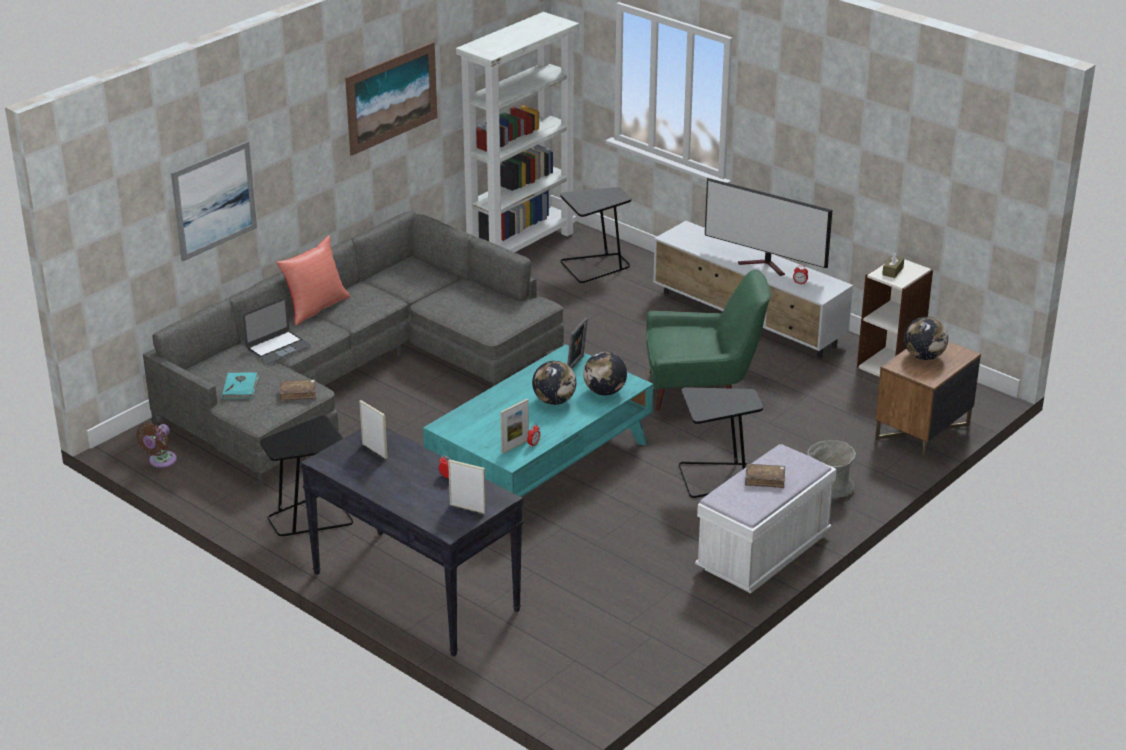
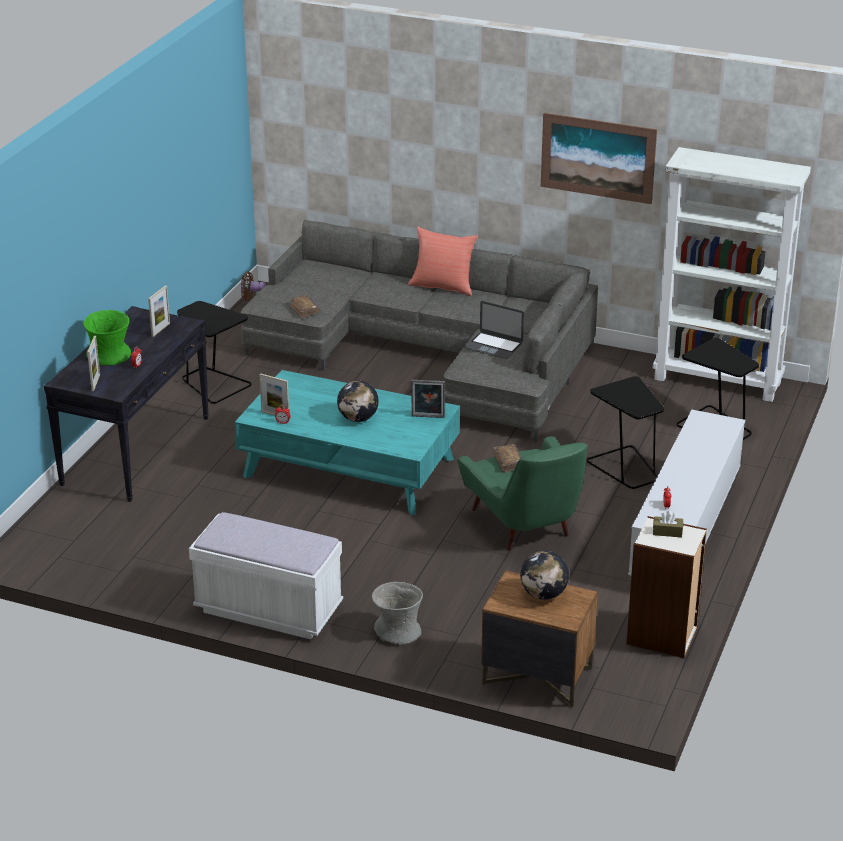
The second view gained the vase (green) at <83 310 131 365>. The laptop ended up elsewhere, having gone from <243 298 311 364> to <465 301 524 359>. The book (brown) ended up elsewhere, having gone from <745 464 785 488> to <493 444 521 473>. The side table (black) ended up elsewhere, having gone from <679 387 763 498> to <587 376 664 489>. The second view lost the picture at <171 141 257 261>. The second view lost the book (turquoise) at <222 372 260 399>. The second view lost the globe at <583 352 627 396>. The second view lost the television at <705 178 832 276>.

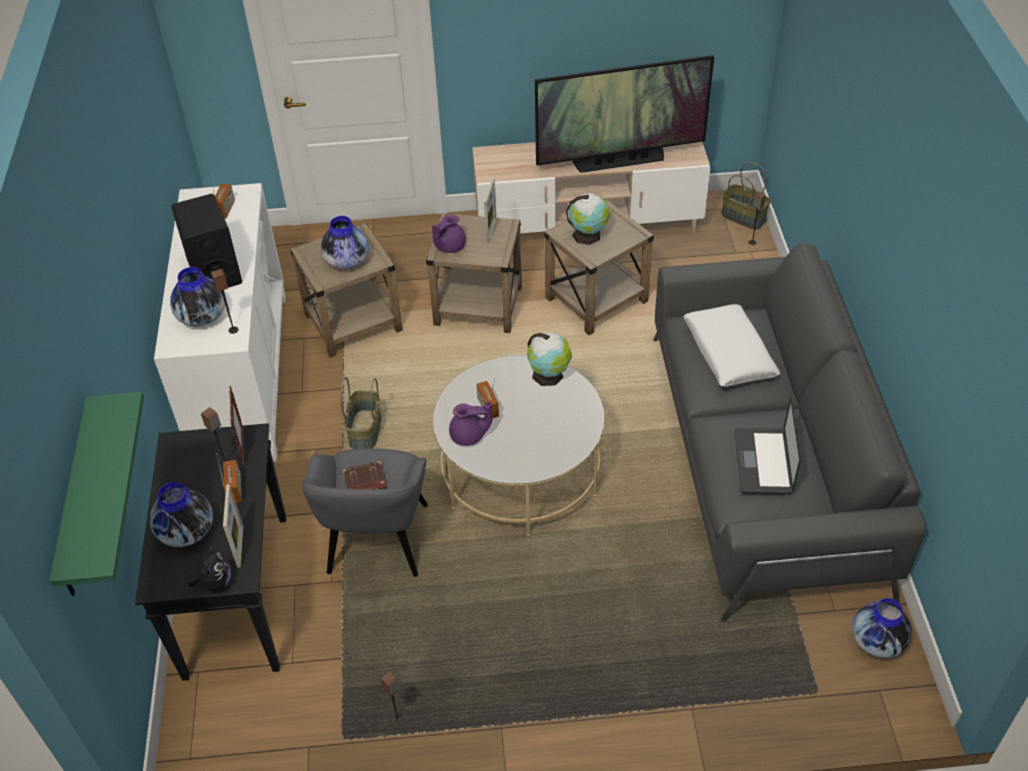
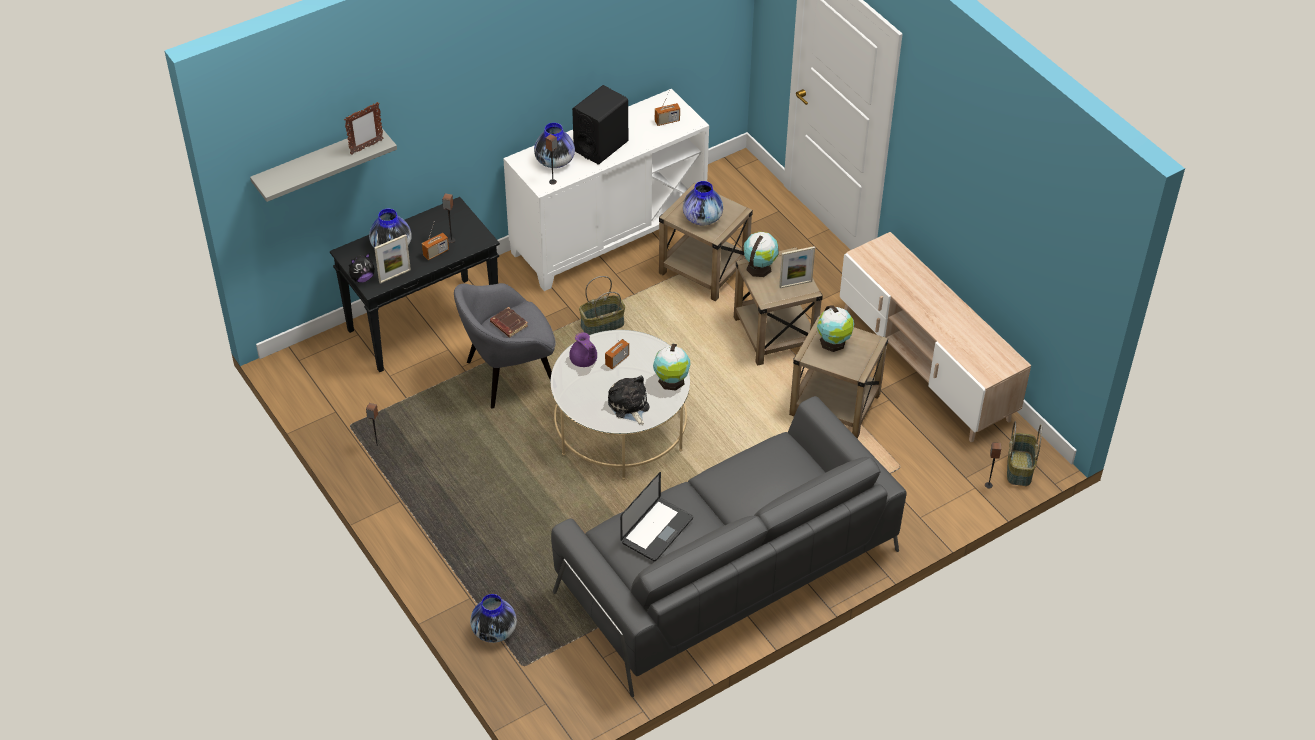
What was the shelf (green) at <49 392 144 596> turned into the shelf (grey) at <250 126 397 202>. The picture frame ended up elsewhere, having gone from <229 386 245 464> to <344 102 384 154>. The vase ended up elsewhere, having gone from <852 598 912 658> to <470 594 517 643>. The second view gained the plush toy at <608 376 650 425>. The laptop at <735 397 801 494> ended up facing another way, 150 degrees clockwise from before. Where the teapot (purple) stood at <432 214 466 253>, the globe came to stand at <744 232 779 277>. The second view lost the television at <535 55 714 173>. The second view lost the pillow (white) at <683 304 780 387>.

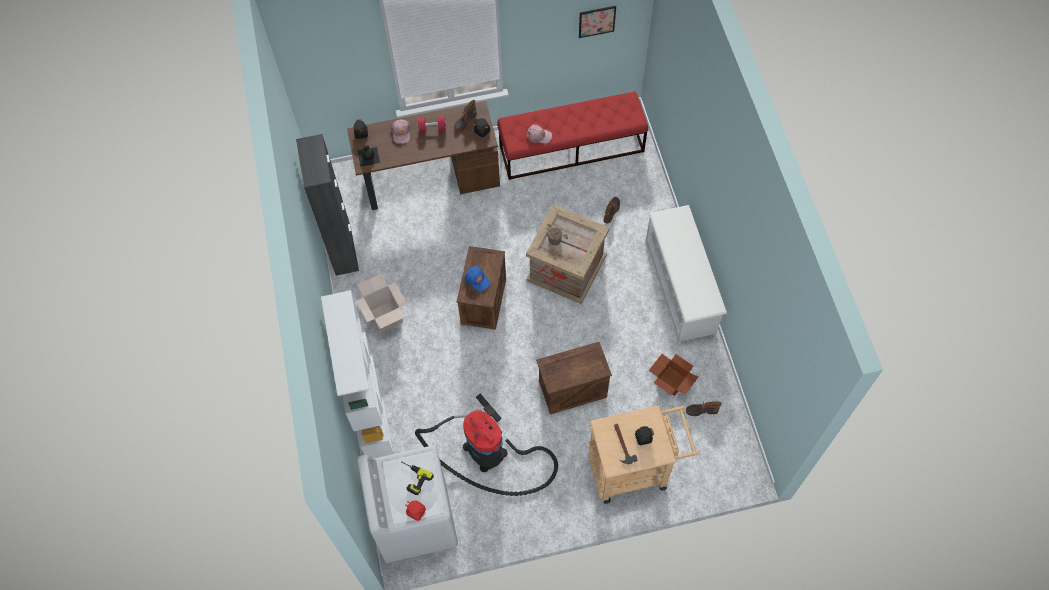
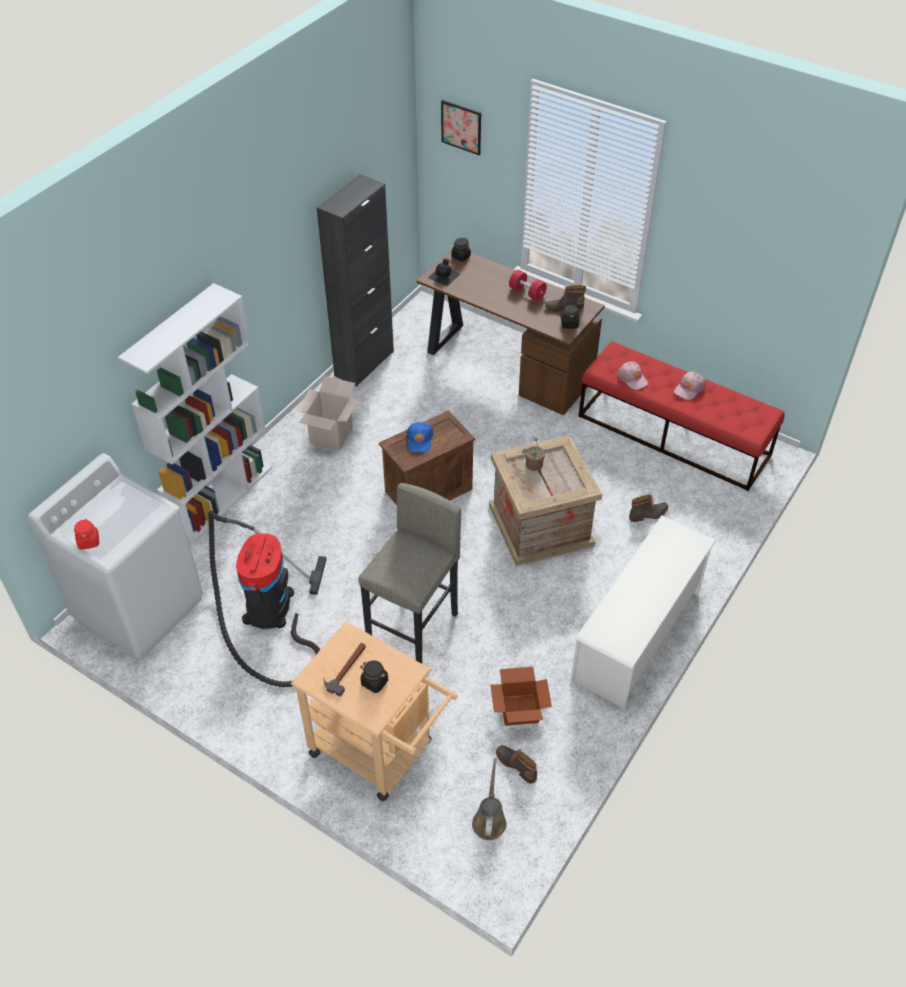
Where the crate stood at <536 342 612 414>, the stool (grey) came to stand at <358 483 461 664>. The picture ended up elsewhere, having gone from <579 6 616 38> to <441 100 481 155>. The second view gained the watering can (brown) at <472 758 507 840>. The cap (pink) ended up elsewhere, having gone from <391 119 411 144> to <674 372 706 400>. The second view lost the power drill at <401 461 434 495>.

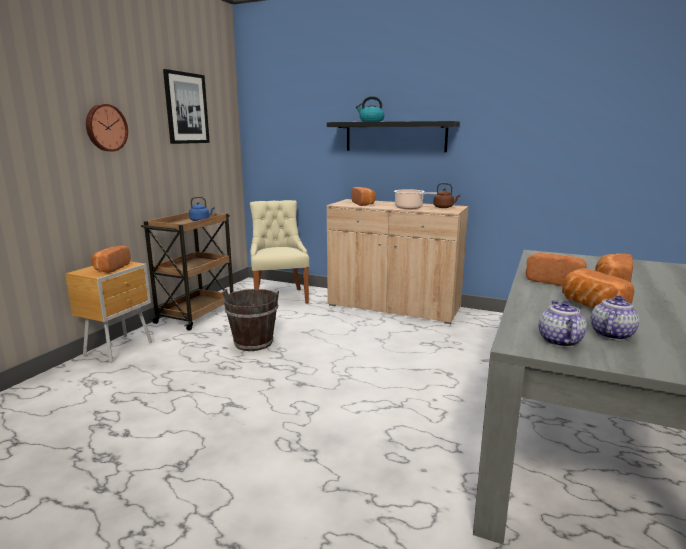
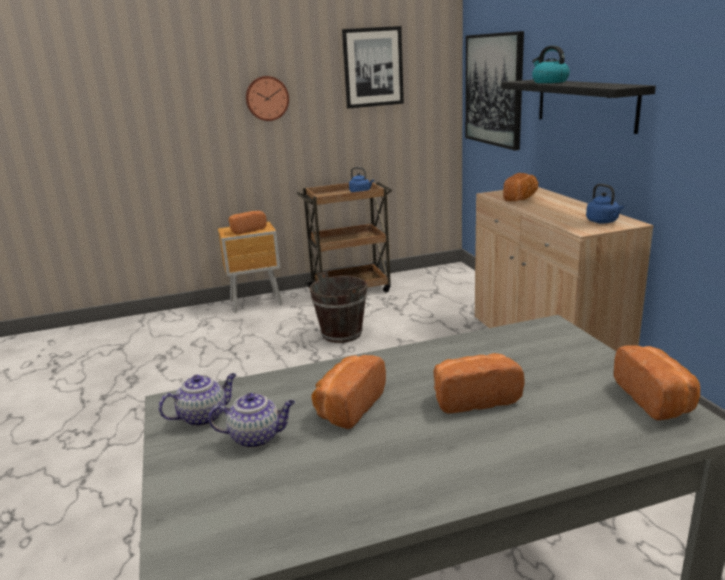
The second view gained the picture at <465 31 524 150>. What was the kettle (brown) at <433 183 460 208> turned into the kettle (blue) at <586 184 624 224>. The bread ended up elsewhere, having gone from <526 253 587 286> to <614 345 700 420>. The second view lost the chair (beige) at <250 200 309 304>. The second view lost the cooking pot at <394 189 437 209>.

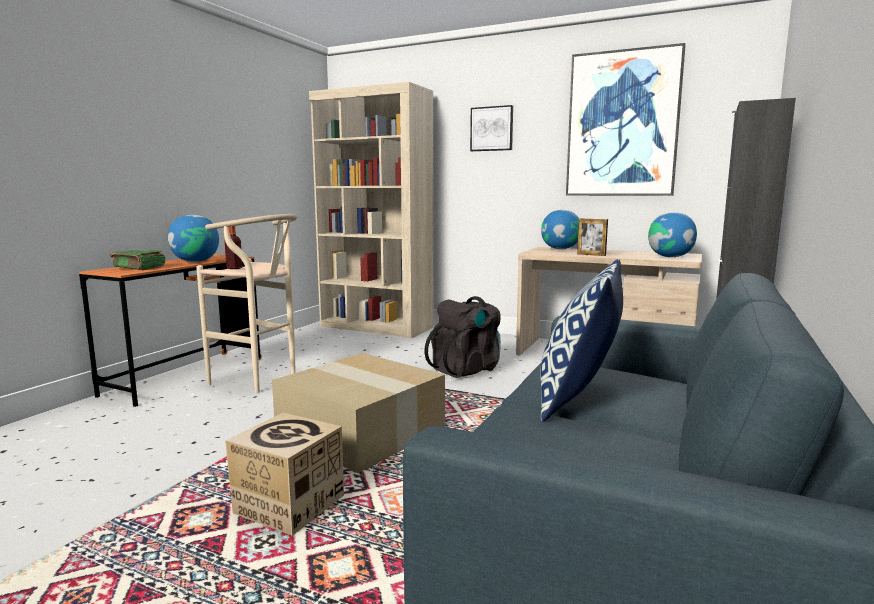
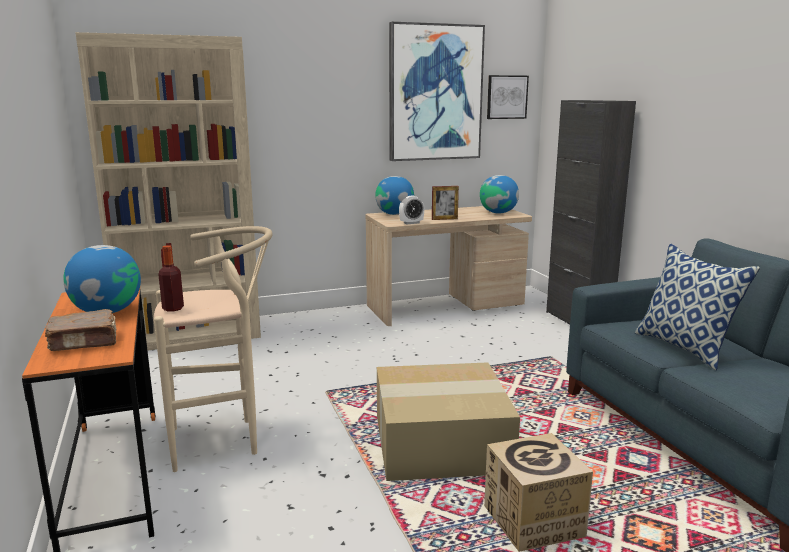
What was the book (green) at <110 250 165 270> turned into the book (brown) at <45 309 116 351>. The second view gained the alarm clock at <399 196 424 224>. The picture ended up elsewhere, having gone from <470 105 513 151> to <487 75 529 119>. The second view lost the backpack (black) at <424 296 501 378>.

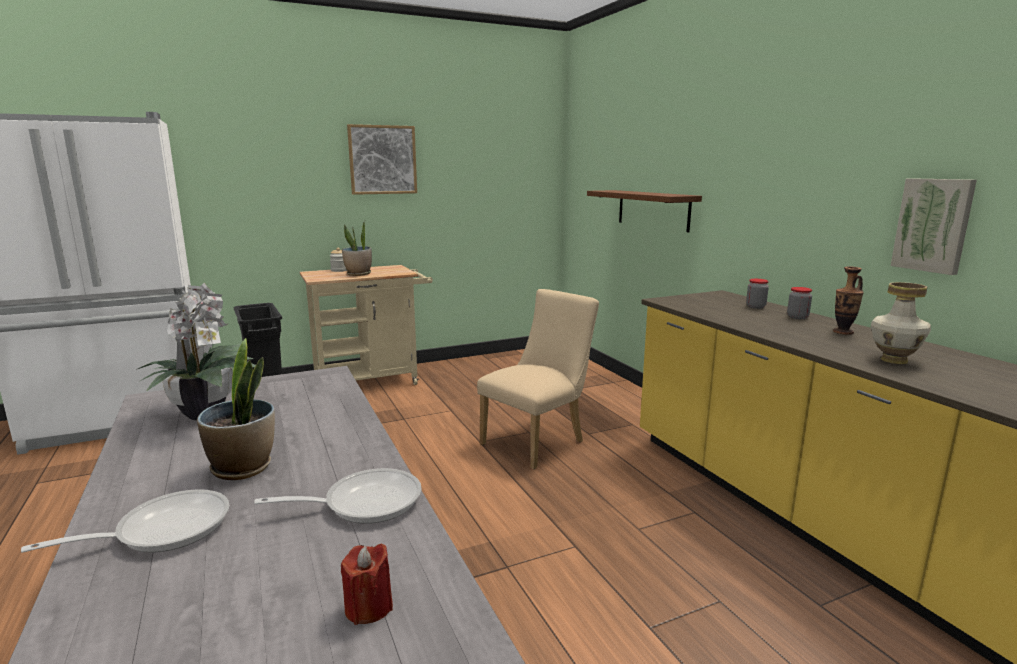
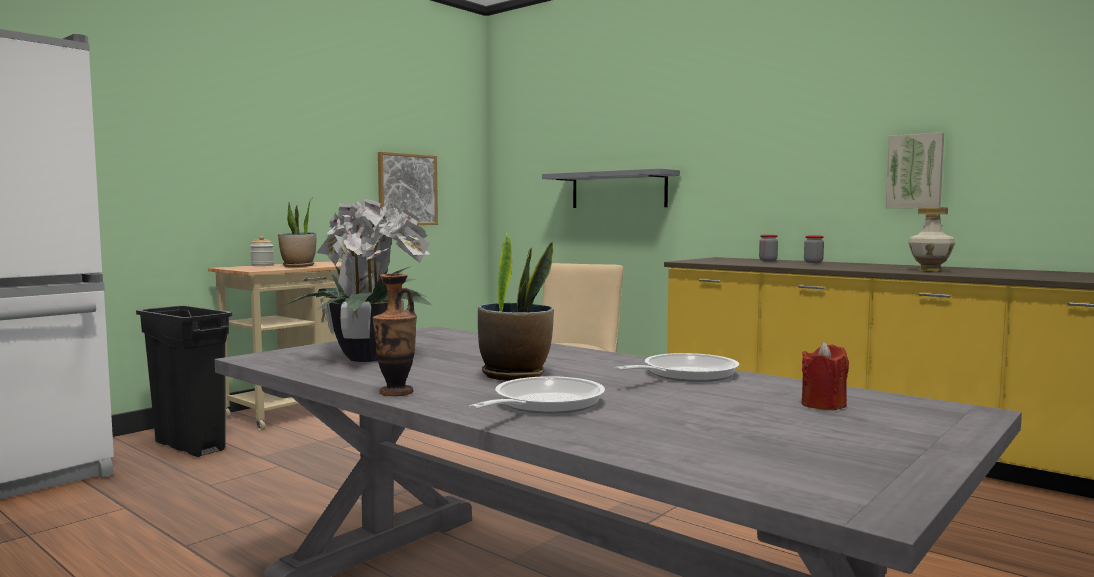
The vase ended up elsewhere, having gone from <833 267 864 335> to <373 274 417 396>. The picture ended up elsewhere, having gone from <347 124 417 195> to <378 152 438 225>. What was the shelf (brown) at <587 190 702 233> turned into the shelf (grey) at <542 168 680 208>.

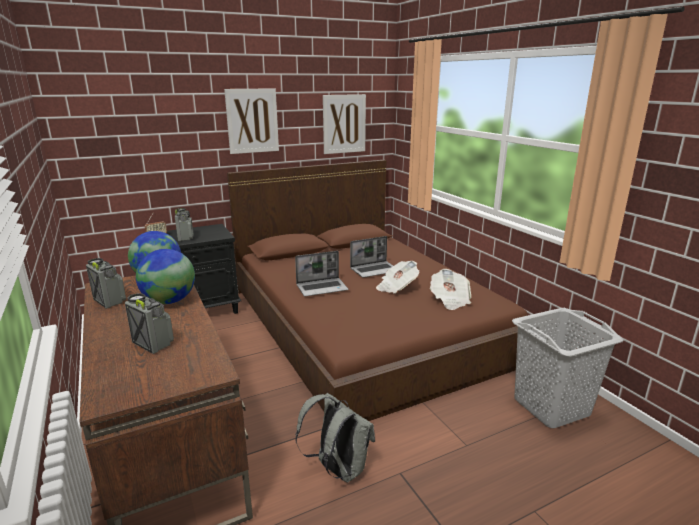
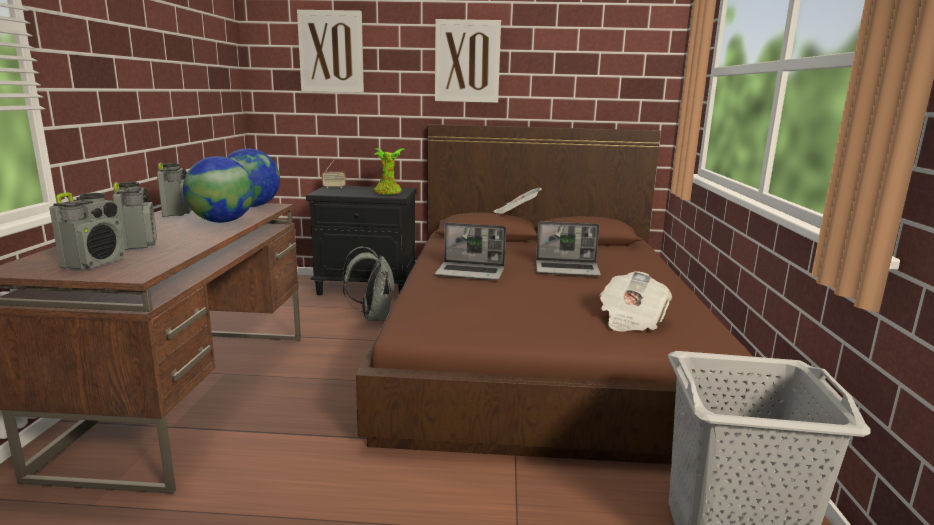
The radio ended up elsewhere, having gone from <175 208 193 241> to <49 192 125 270>. The picture ended up elsewhere, having gone from <323 94 366 154> to <297 10 364 93>. The backpack (grey) ended up elsewhere, having gone from <295 393 375 483> to <342 247 395 321>. The second view gained the potted plant at <373 148 405 195>. The newspaper ended up elsewhere, having gone from <376 261 419 294> to <493 188 542 214>.

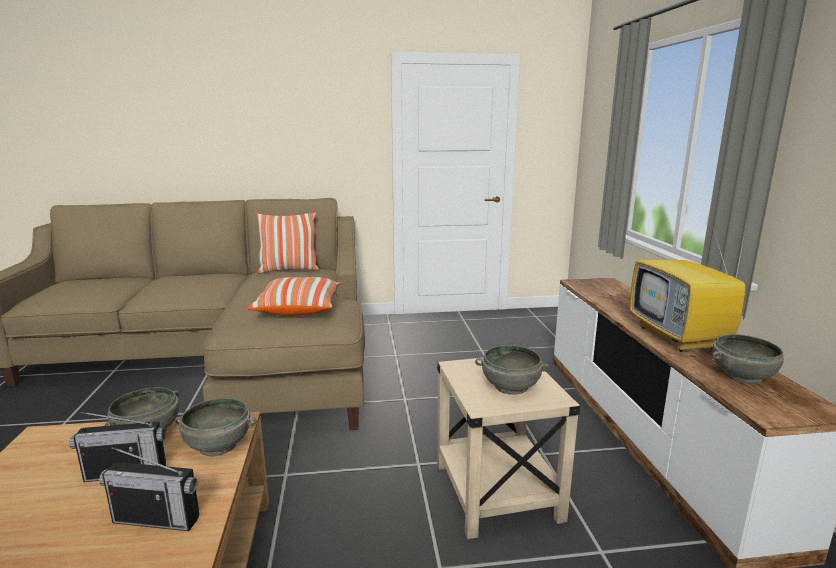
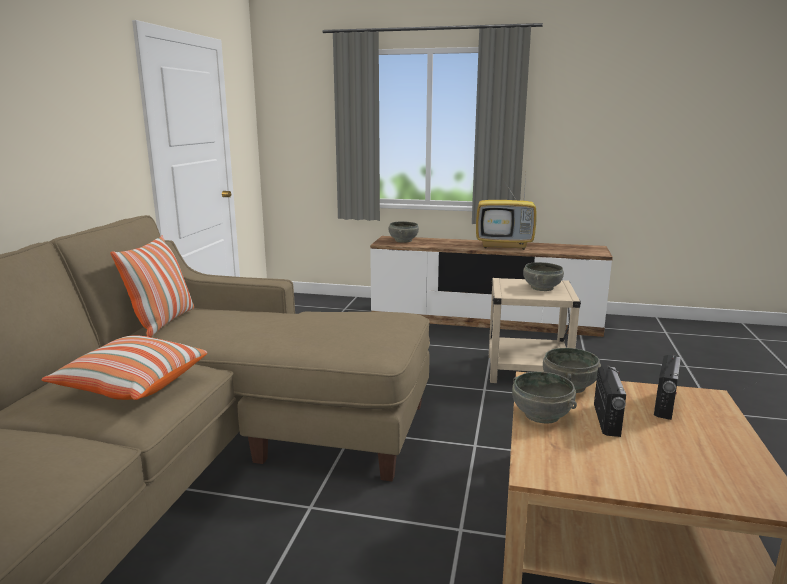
The pillow ended up elsewhere, having gone from <248 277 340 316> to <42 335 207 400>. The bowl (grey) ended up elsewhere, having gone from <712 334 784 384> to <389 221 419 243>.

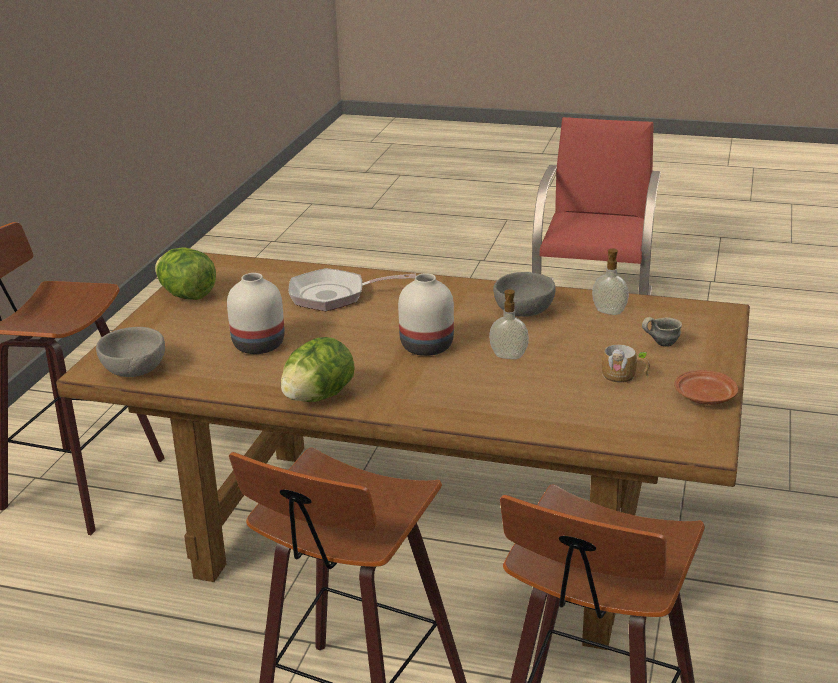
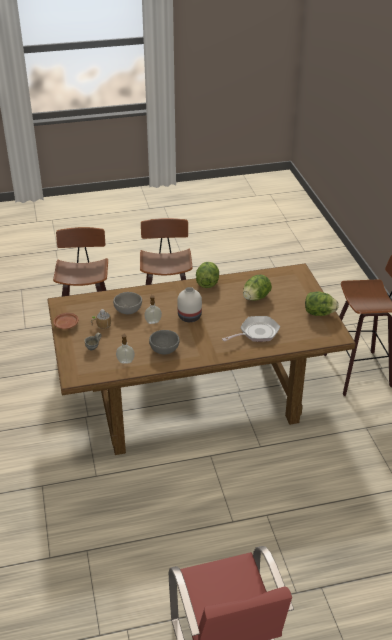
The bowl (grey) ended up elsewhere, having gone from <96 327 165 377> to <113 292 142 314>. Where the vase (white) stood at <227 273 285 354>, the lettuce came to stand at <243 274 272 301>.

